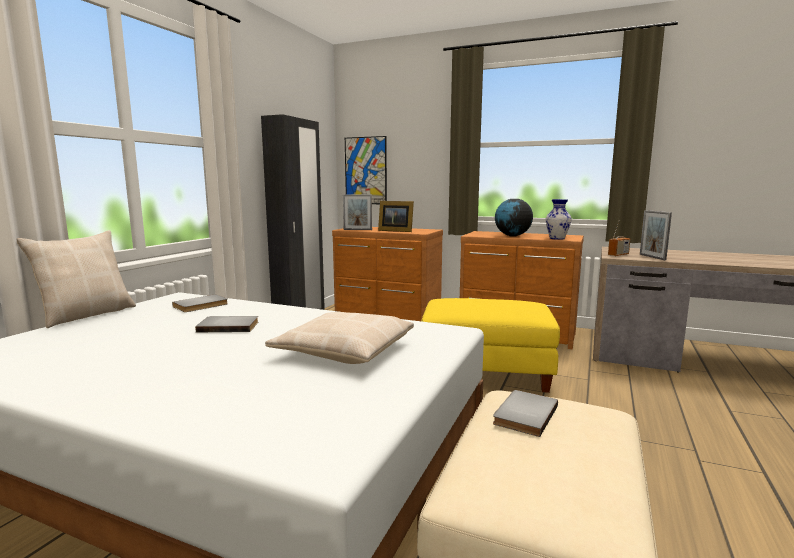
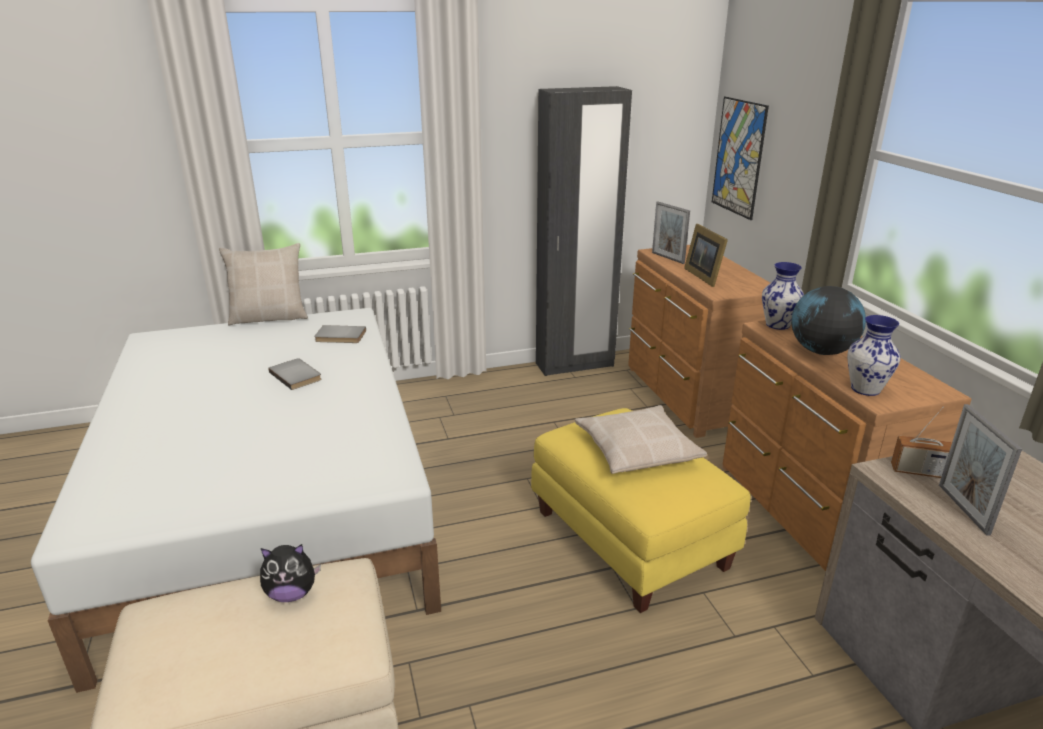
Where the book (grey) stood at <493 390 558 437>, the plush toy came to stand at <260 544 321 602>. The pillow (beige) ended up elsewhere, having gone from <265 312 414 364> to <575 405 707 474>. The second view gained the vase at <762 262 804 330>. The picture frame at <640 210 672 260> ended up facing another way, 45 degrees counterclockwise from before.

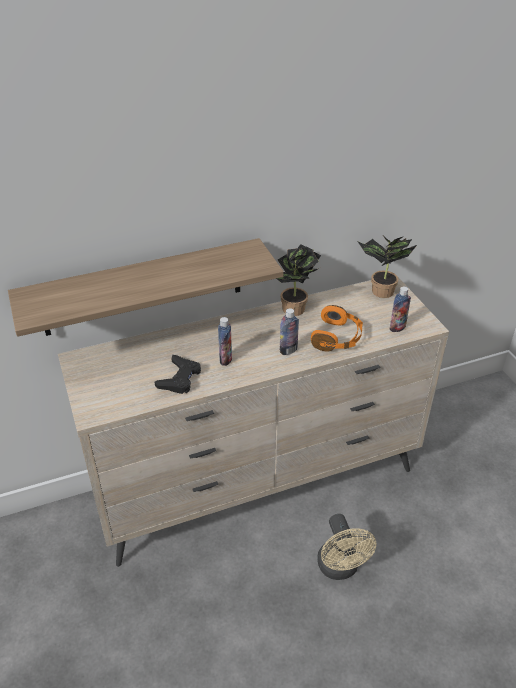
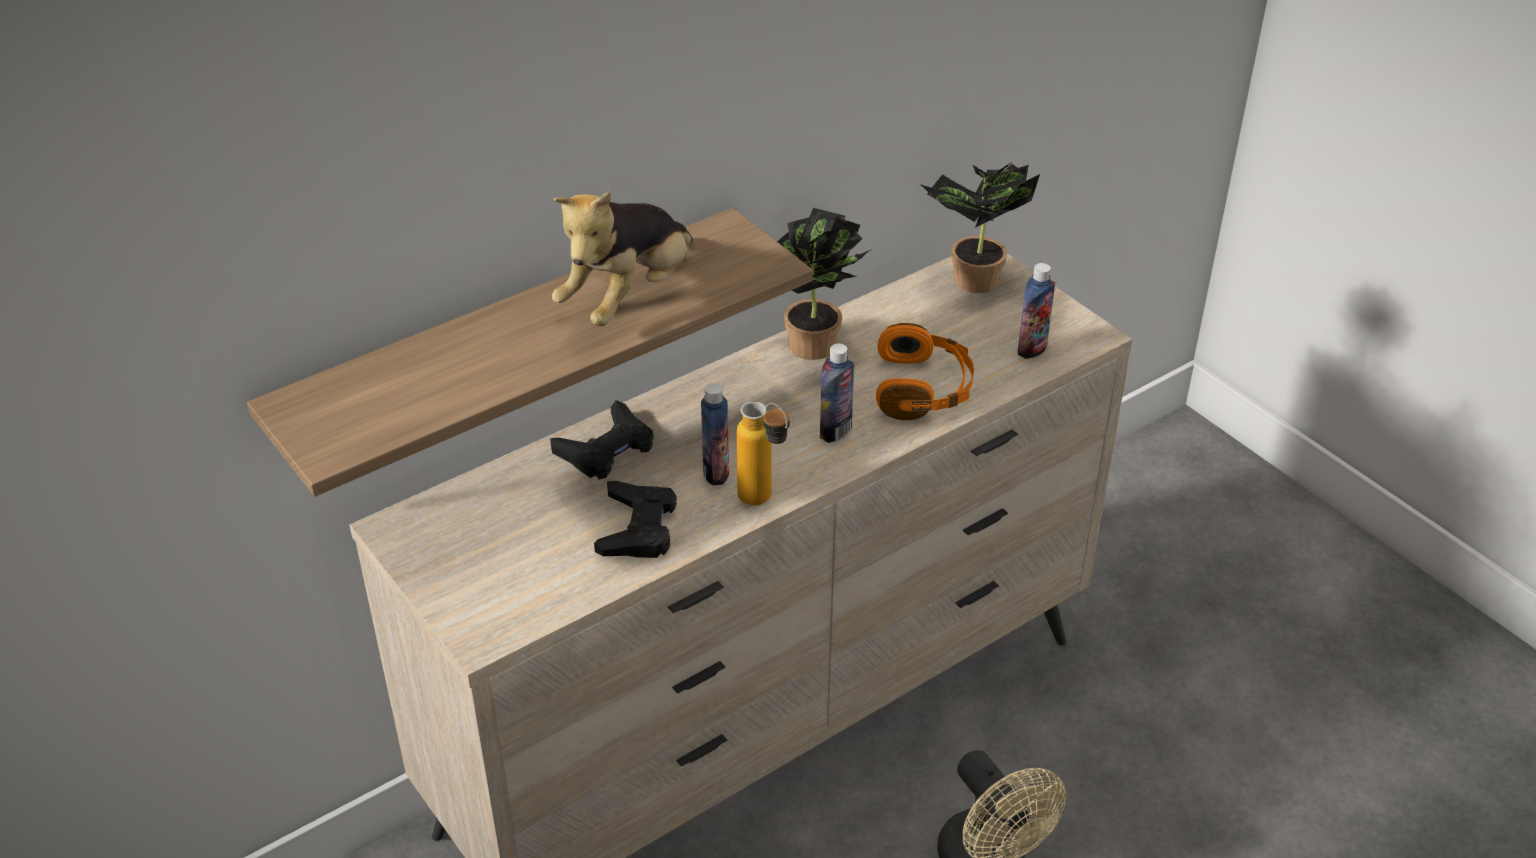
The second view gained the game controller (black) at <550 400 654 480>. The second view gained the plush toy at <552 191 693 326>. The second view gained the bottle at <737 402 790 505>.

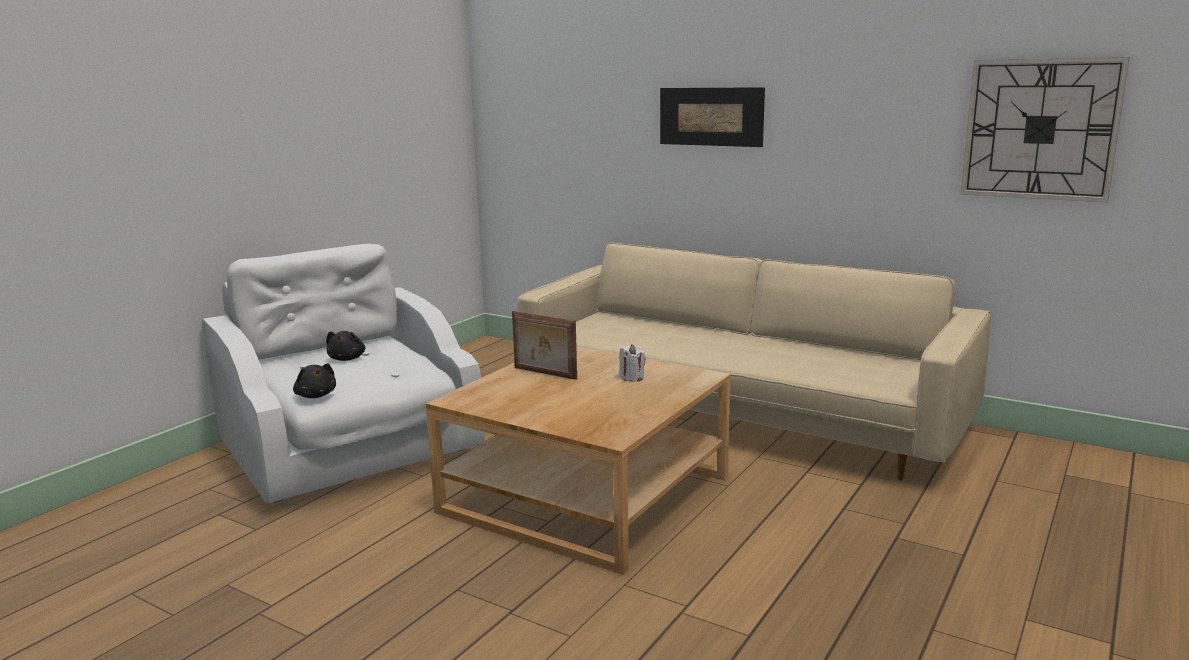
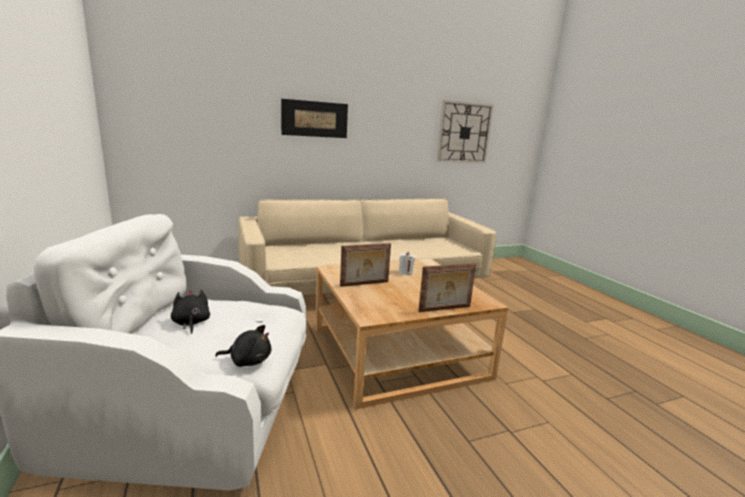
The plush toy (black) at <326 331 365 361> ended up facing another way, 150 degrees counterclockwise from before. The second view gained the picture frame at <418 263 476 312>.

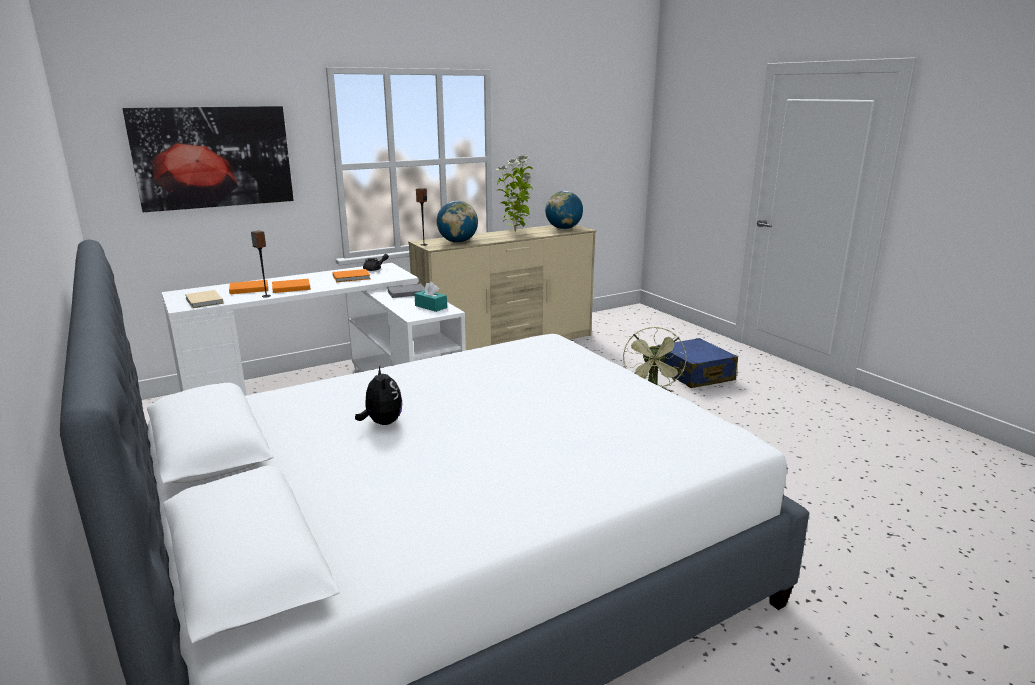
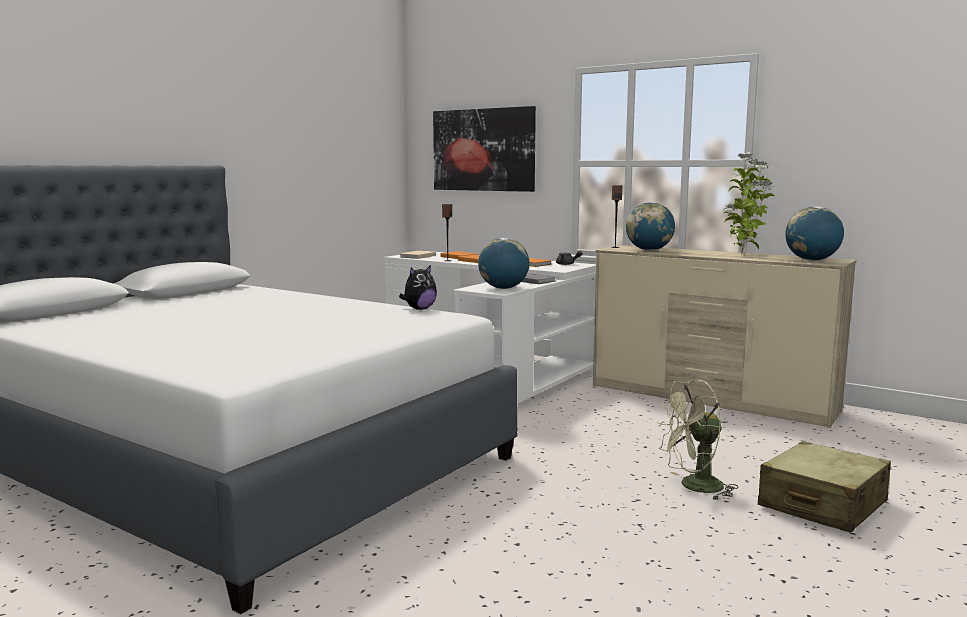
The plush toy ended up elsewhere, having gone from <355 367 402 425> to <399 265 437 310>. Where the tissue box (turquoise) stood at <414 282 447 312>, the globe came to stand at <478 238 530 289>. What was the suitcase (blue) at <657 338 738 388> turned into the suitcase (beige) at <758 441 891 533>.

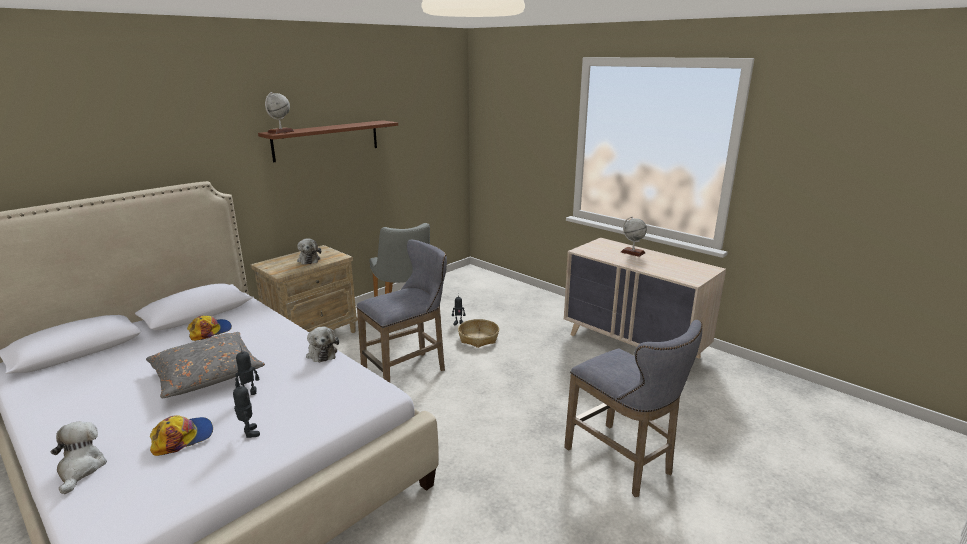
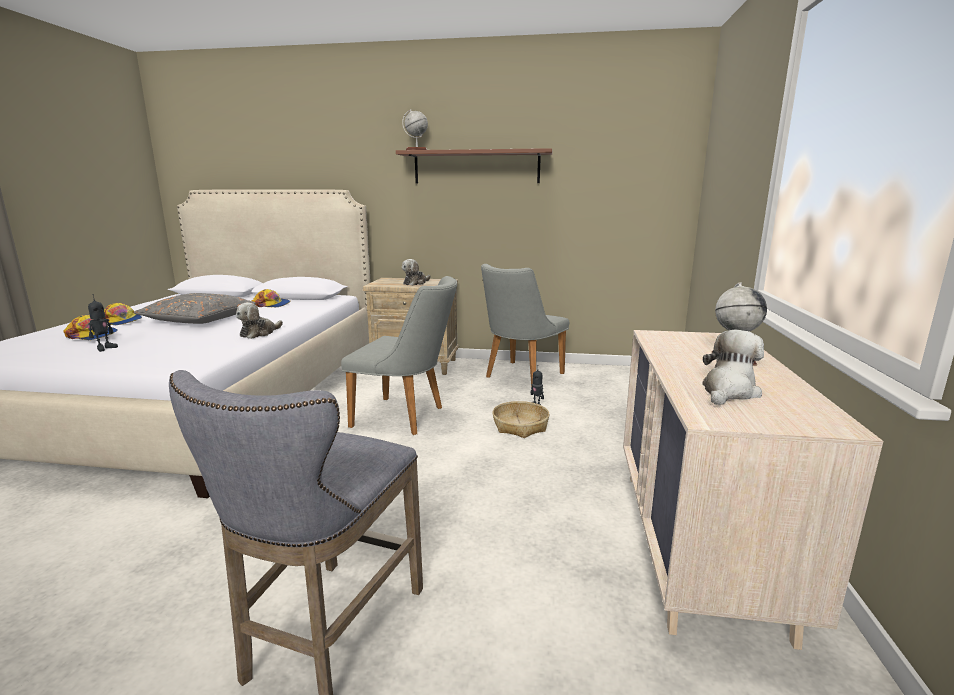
The second view gained the cap at <104 303 142 325>. Where the stool (grey) stood at <356 240 447 382>, the chair (grey) came to stand at <341 276 457 435>. The plush toy ended up elsewhere, having gone from <51 422 107 494> to <702 330 764 405>. The second view lost the toy robot at <235 346 259 395>.

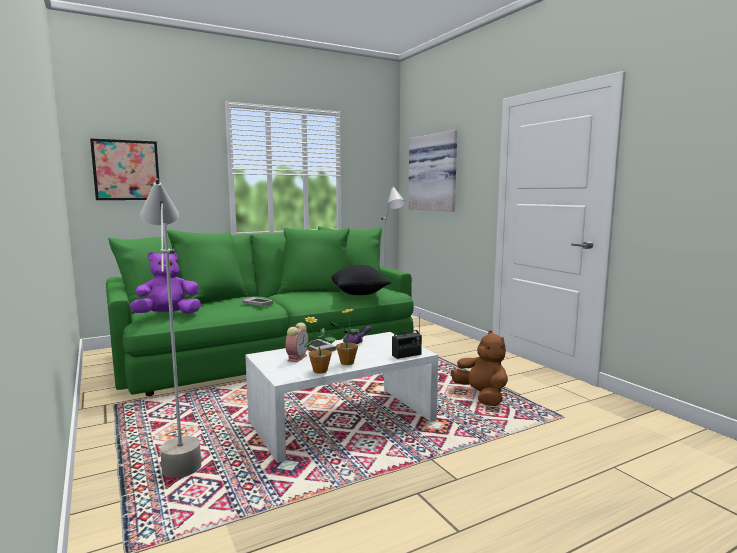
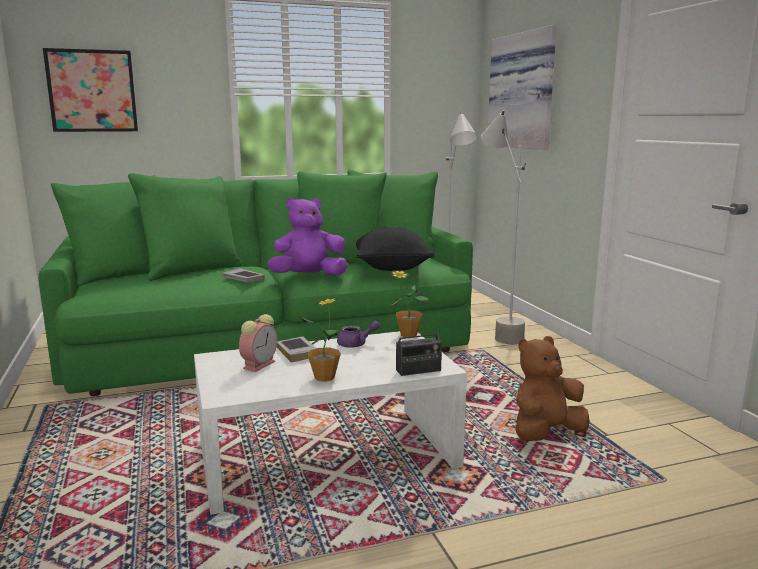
The plush toy (purple) ended up elsewhere, having gone from <130 252 201 314> to <268 197 348 276>. The potted plant ended up elsewhere, having gone from <303 316 336 374> to <390 270 429 337>. The floor lamp (grey) ended up elsewhere, having gone from <140 178 201 478> to <481 110 526 344>. The plush toy (brown) at <451 330 508 406> ended up facing another way, 105 degrees counterclockwise from before.

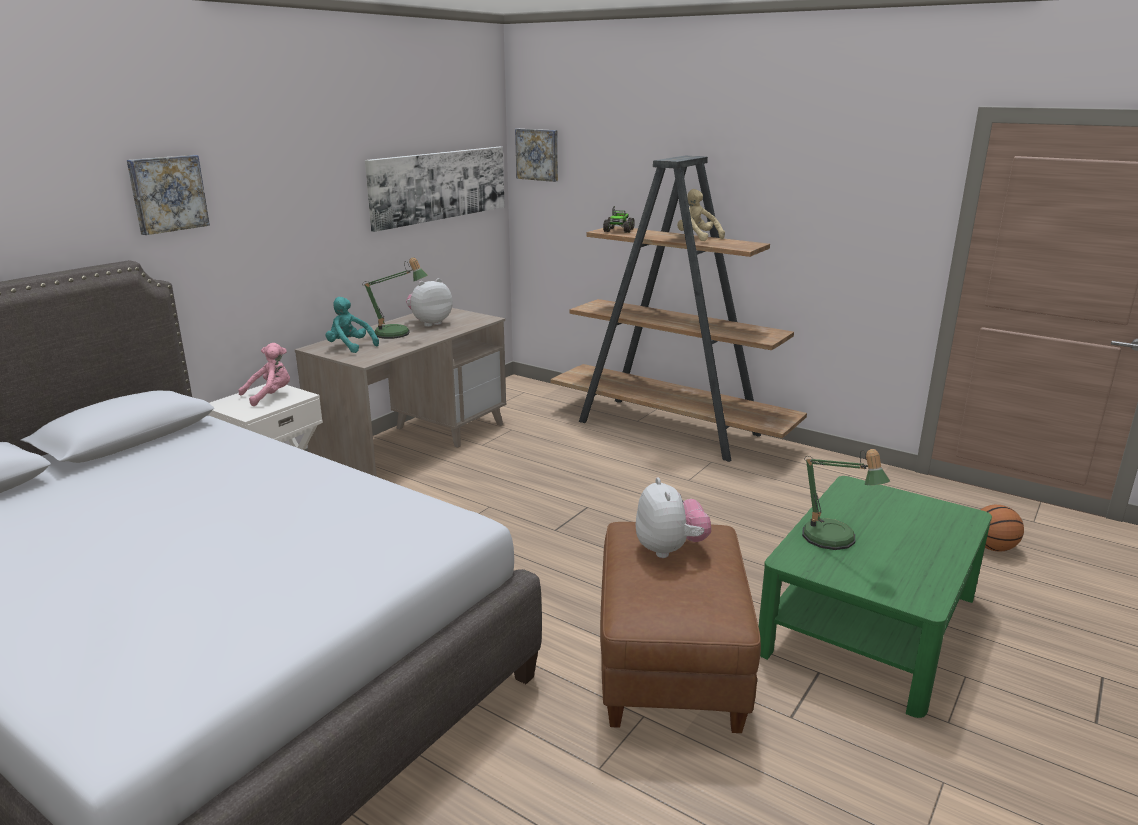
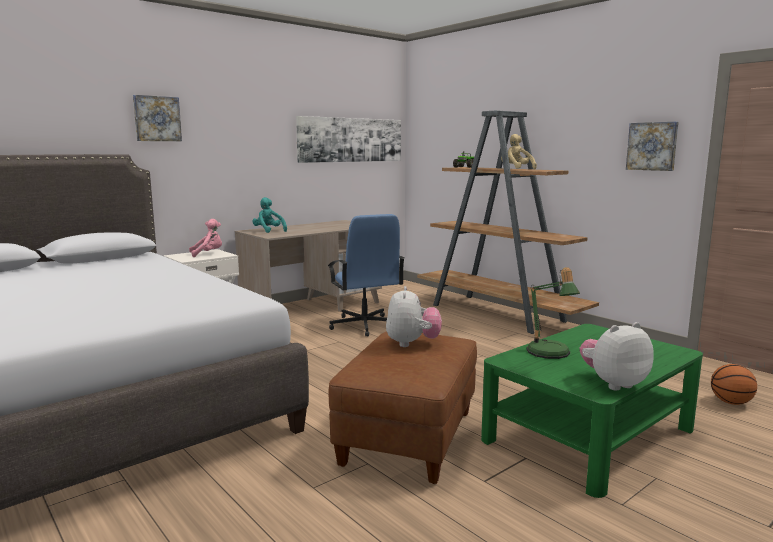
The second view gained the office chair (blue) at <328 214 404 336>. The plush toy ended up elsewhere, having gone from <406 278 453 327> to <580 322 654 390>. The picture ended up elsewhere, having gone from <515 129 558 182> to <626 122 679 171>. The second view lost the table lamp at <363 257 428 339>.

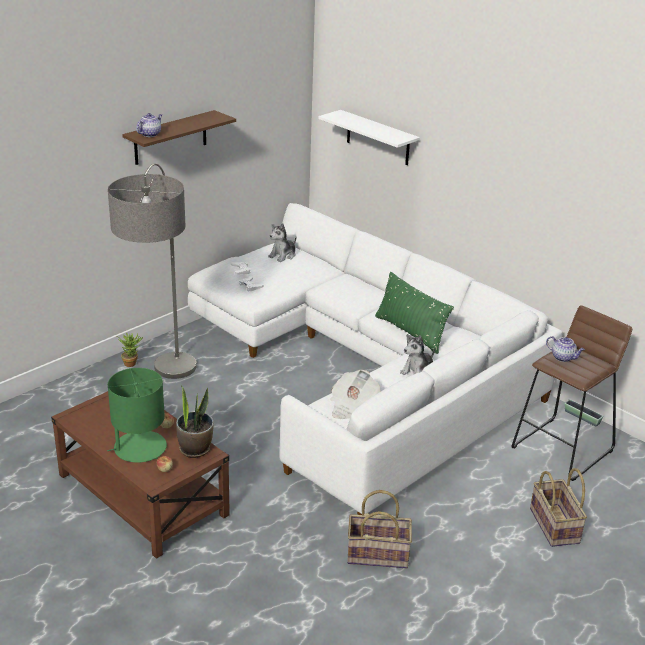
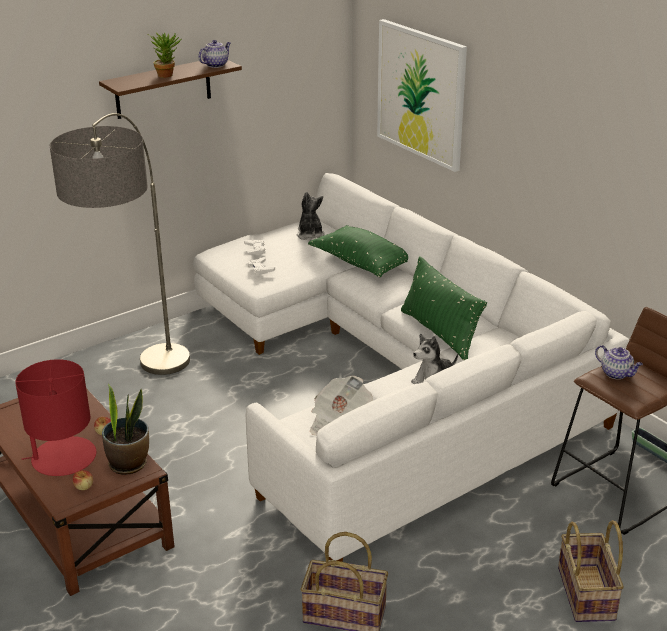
What was the table lamp (green) at <107 368 167 463> turned into the table lamp (red) at <15 359 96 476>. The potted plant ended up elsewhere, having gone from <116 332 143 367> to <147 32 181 78>. The teapot ended up elsewhere, having gone from <136 113 162 137> to <198 40 231 68>. The plush toy at <268 223 296 262> ended up facing another way, 120 degrees clockwise from before. The second view gained the pillow (green) at <308 225 408 277>. Where the shelf (white) hung at <318 110 420 165>, the picture came to hang at <377 19 467 172>.

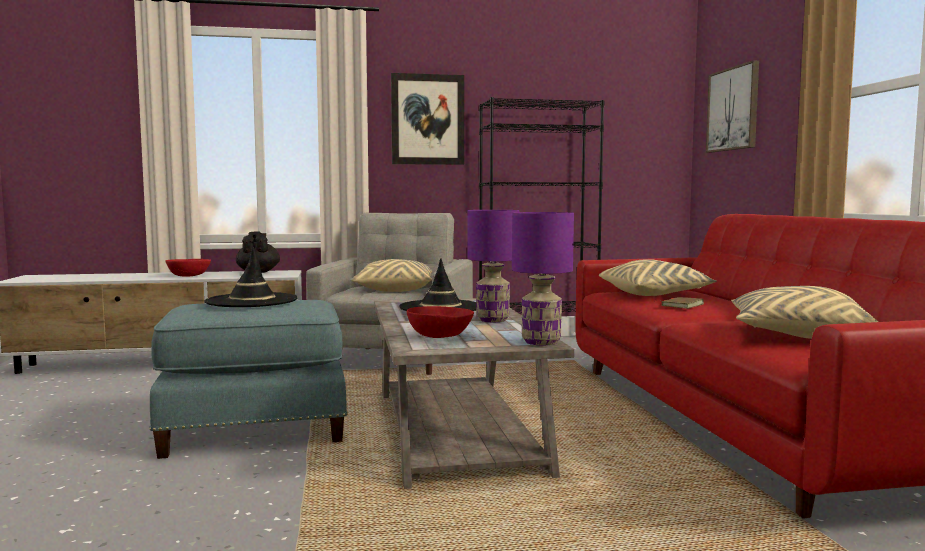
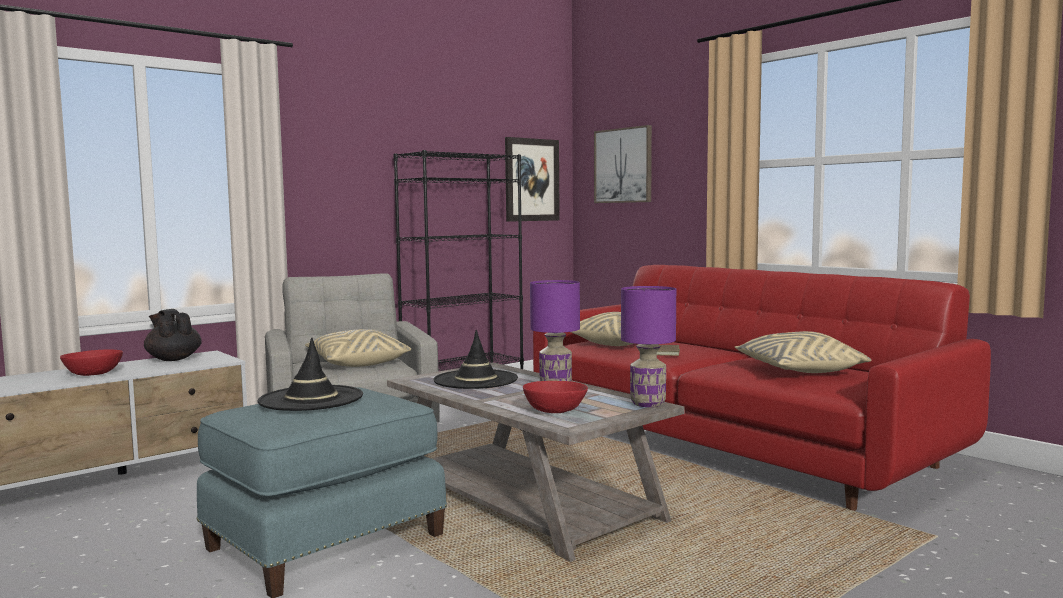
The picture ended up elsewhere, having gone from <391 73 464 165> to <505 137 560 222>.

